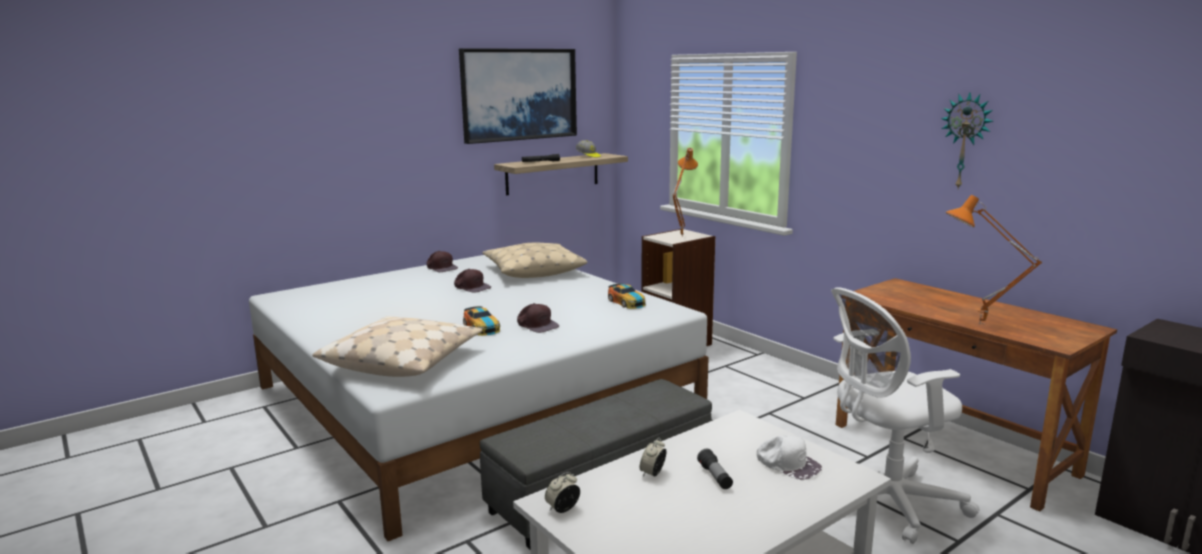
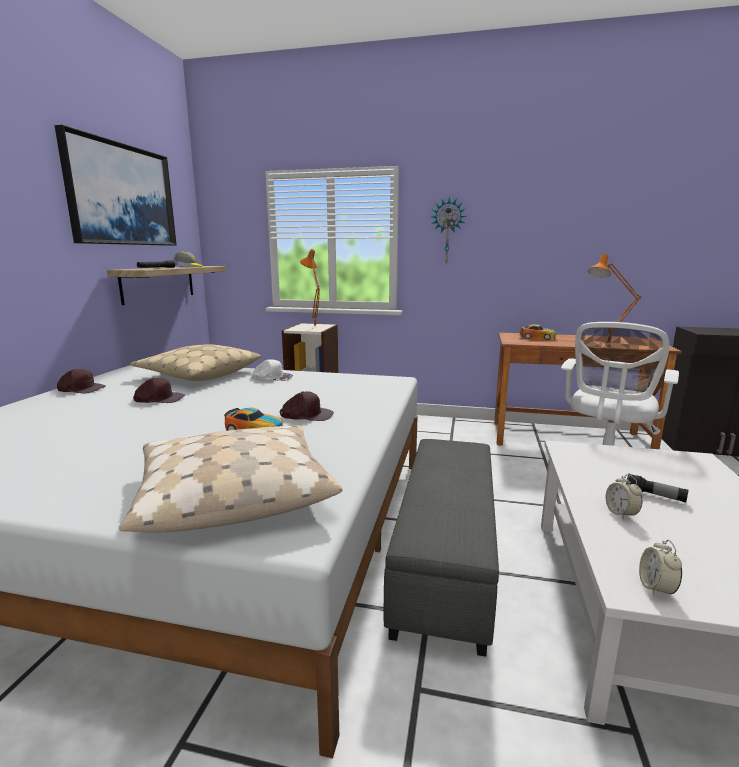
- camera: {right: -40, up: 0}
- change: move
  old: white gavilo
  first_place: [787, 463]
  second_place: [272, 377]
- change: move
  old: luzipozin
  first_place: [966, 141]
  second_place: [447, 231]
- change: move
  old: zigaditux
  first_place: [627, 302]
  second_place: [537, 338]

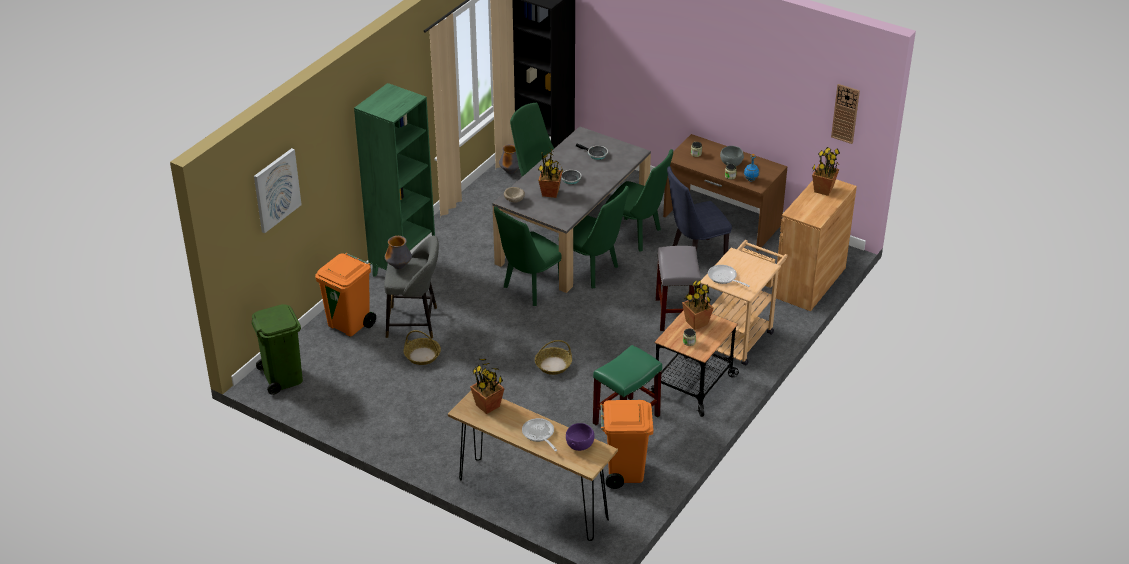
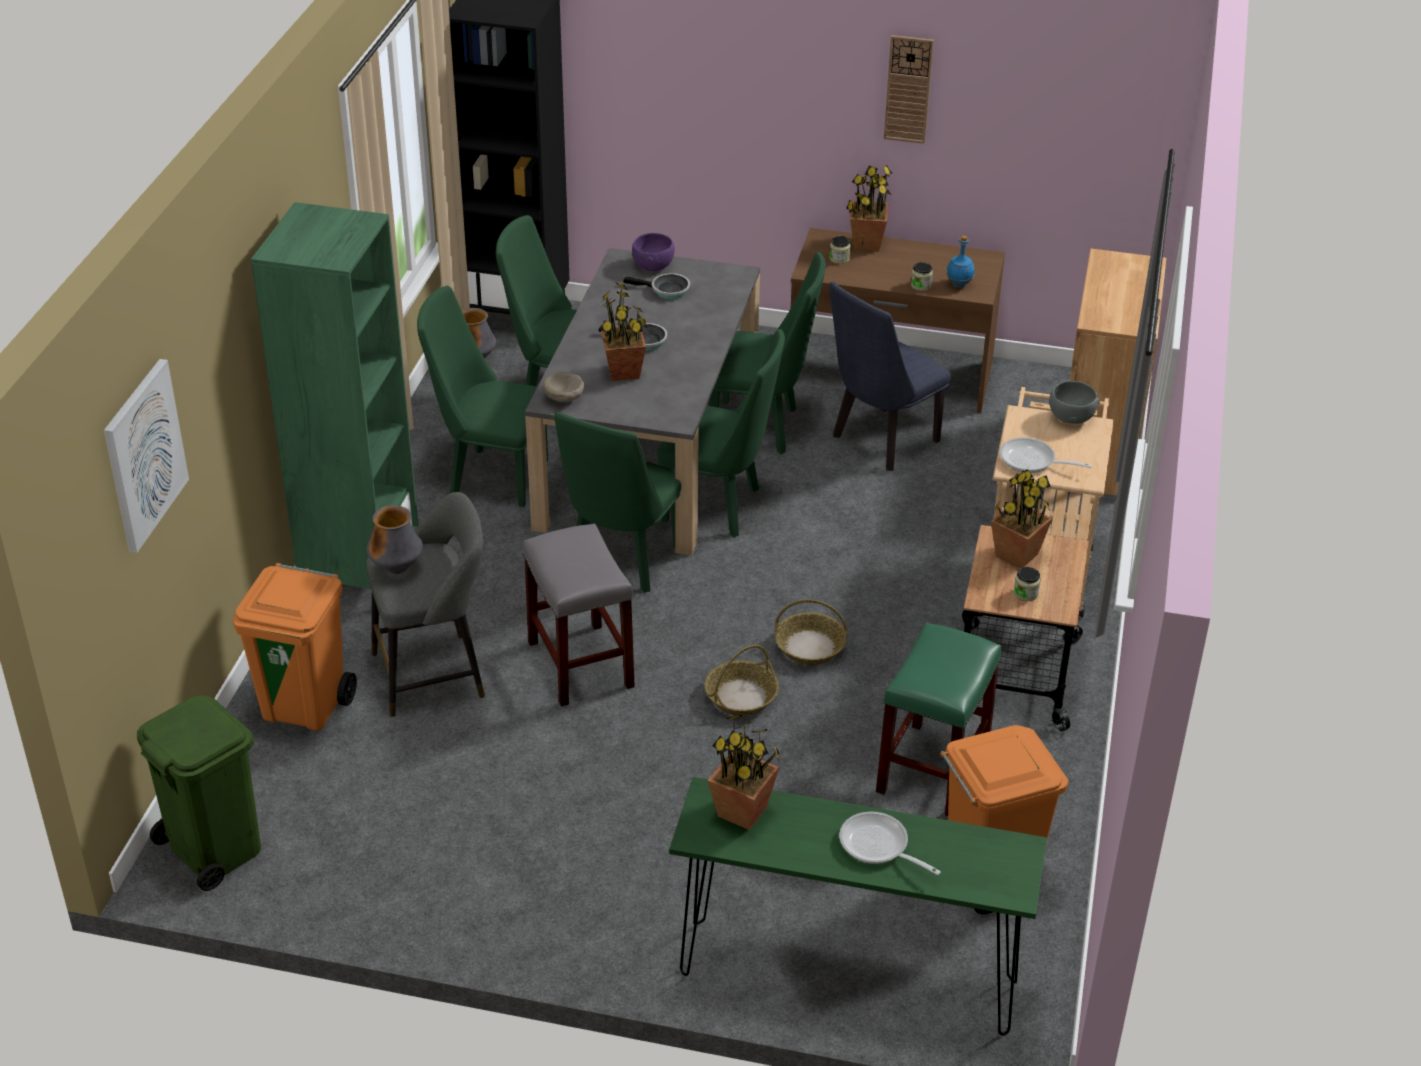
- camera: {right: -20, up: 0}
- change: insert
  new: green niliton
  second_place: [490, 476]
- change: move
  old: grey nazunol
  first_place: [677, 314]
  second_place: [581, 665]
- change: move
  old: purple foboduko
  first_place: [580, 445]
  second_place: [653, 266]
- change: recolor
  old: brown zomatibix
  new: green zomatibix
  first_place: [532, 499]
  second_place: [847, 978]
- change: move
  old: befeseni
  first_place: [422, 355]
  second_place: [809, 647]
- change: move
  old: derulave
  first_place: [823, 190]
  second_place: [866, 244]
- change: move
  old: luzipozin
  first_place: [845, 113]
  second_place: [908, 89]
- change: move
  old: grey foboduko
  first_place: [731, 163]
  second_place: [1070, 417]

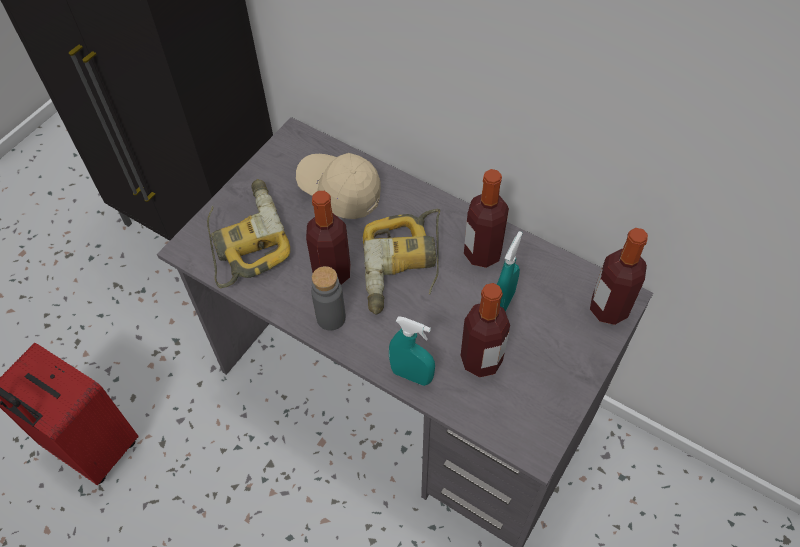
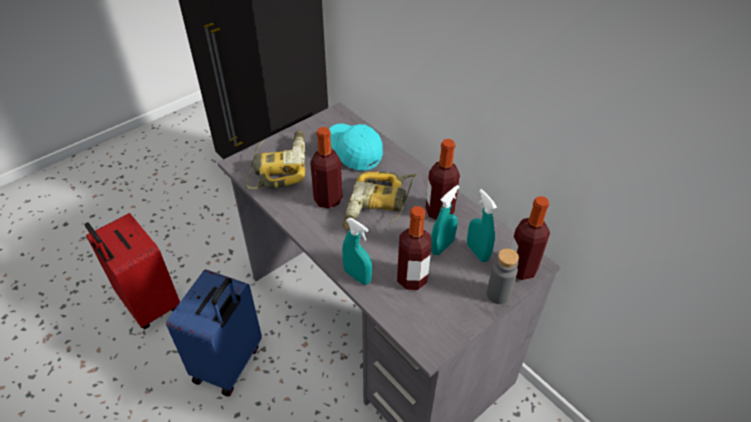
- camera: {right: 15, up: -10}
- change: insert
  new: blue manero
  second_place: [229, 364]
- change: recolor
  old: beige gavilo
  new: turquoise gavilo
  first_place: [339, 191]
  second_place: [353, 152]
- change: insert
  new: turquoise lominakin
  second_place: [477, 252]
- change: move
  old: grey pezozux
  first_place: [331, 318]
  second_place: [498, 294]

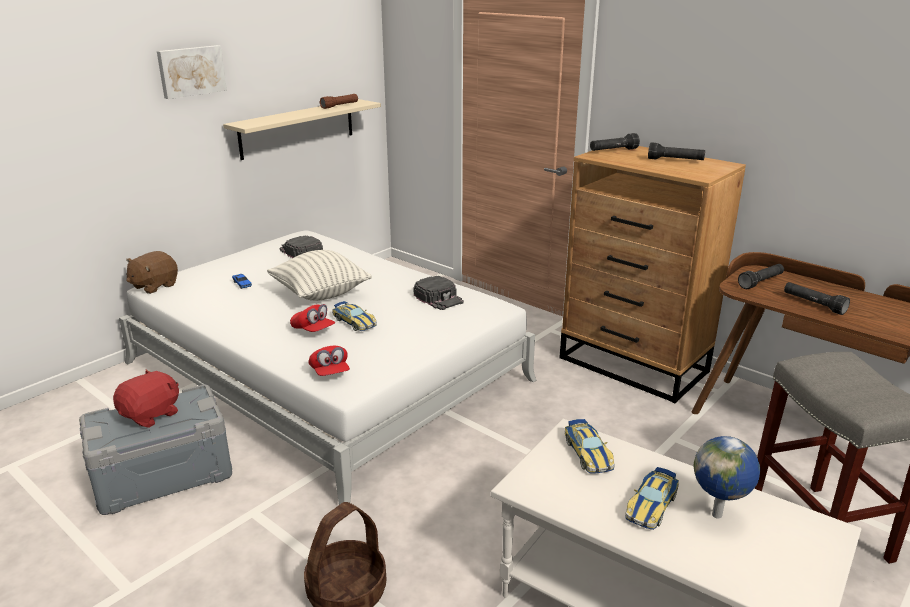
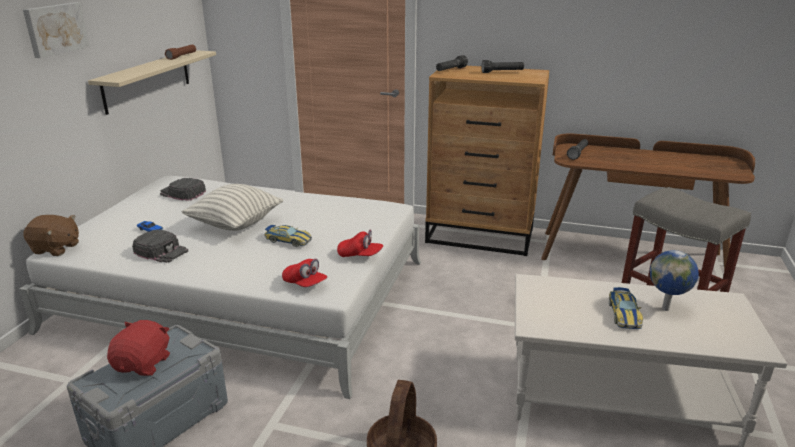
- camera: {right: -25, up: 0}
- change: rotate
  old: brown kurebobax
  first_place: [154, 286]
  second_place: [56, 248]
  degrees: -90
- change: move
  old: black gavilo
  first_place: [439, 298]
  second_place: [161, 251]
- change: move
  old: red gavilo
  first_place: [313, 330]
  second_place: [360, 255]
- change: delete
  old: zigaditux
  first_place: [588, 453]
- change: delete
  old: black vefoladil
  first_place: [813, 304]

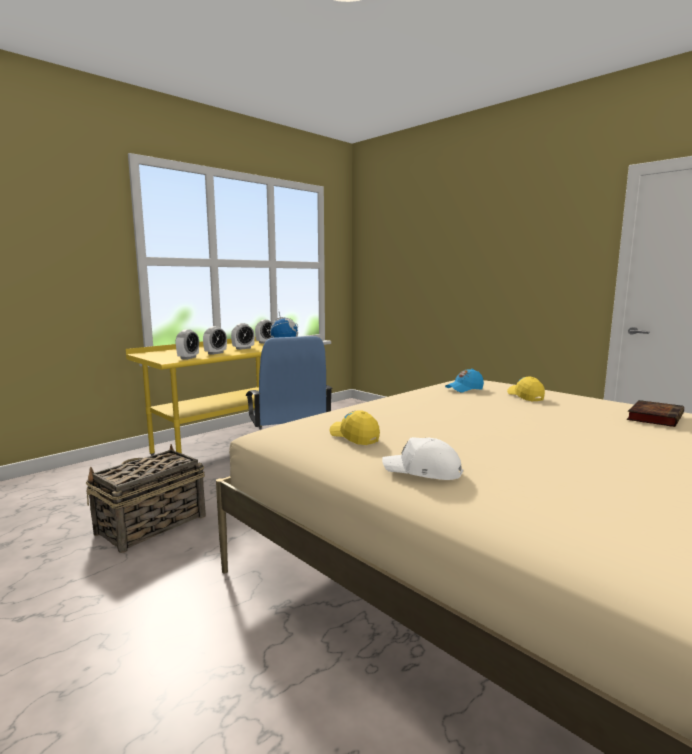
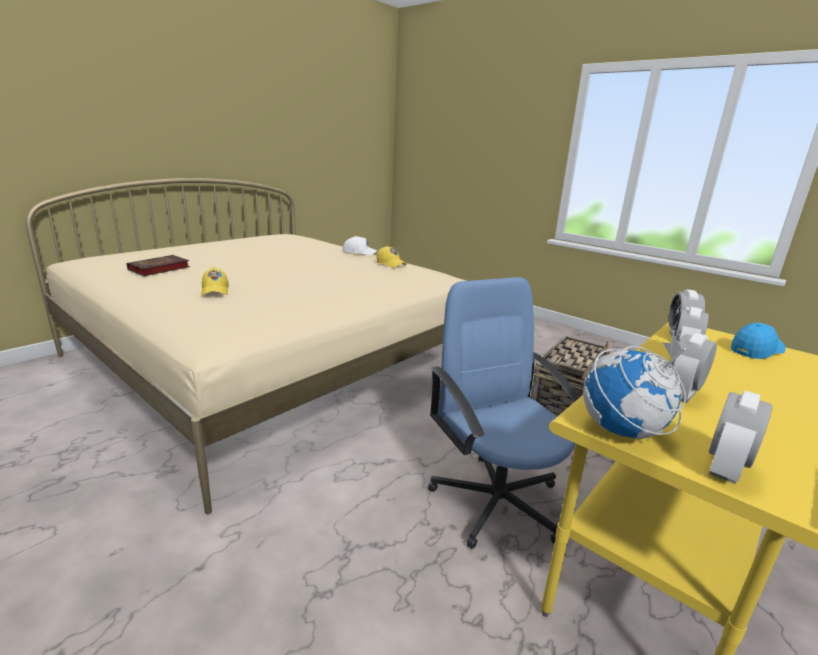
- camera: {right: 175, up: 10}
- change: move
  old: blue gavilo
  first_place: [464, 389]
  second_place: [756, 350]

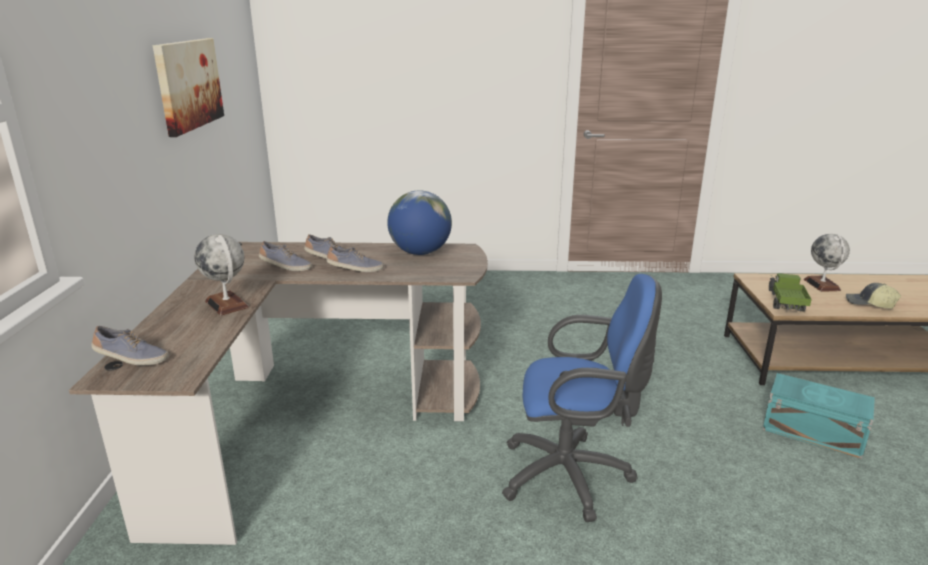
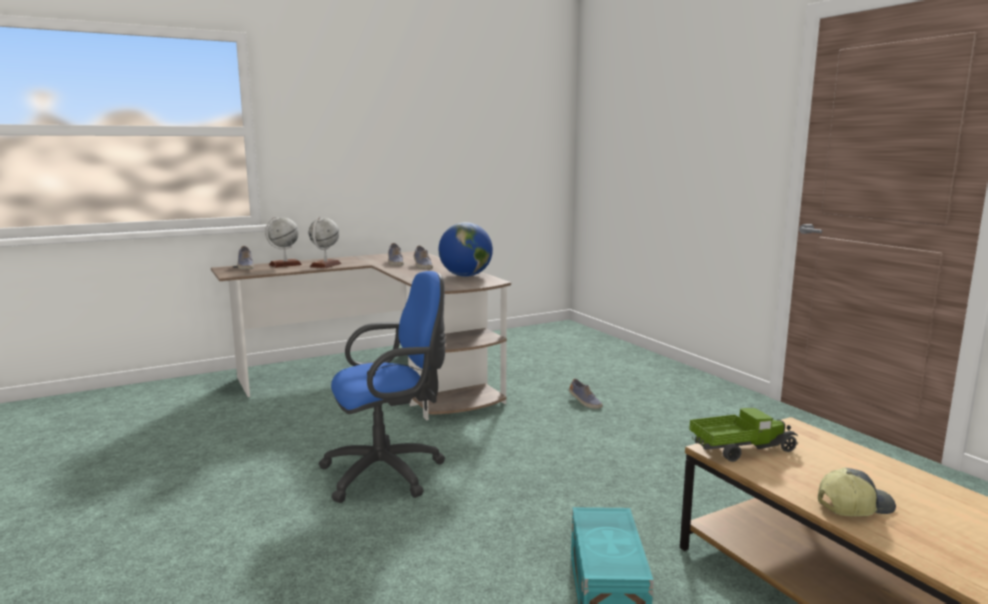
- camera: {right: 60, up: -10}
- change: move
  old: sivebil
  first_place: [822, 285]
  second_place: [285, 264]
- change: rotate
  old: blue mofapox
  first_place: [572, 476]
  second_place: [389, 472]
  degrees: -90
- change: move
  old: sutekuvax
  first_place: [355, 269]
  second_place: [584, 402]
- change: rotate
  old: gavilo
  first_place: [869, 304]
  second_place: [853, 506]
  degrees: 75
- change: delete
  old: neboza
  first_place: [188, 84]

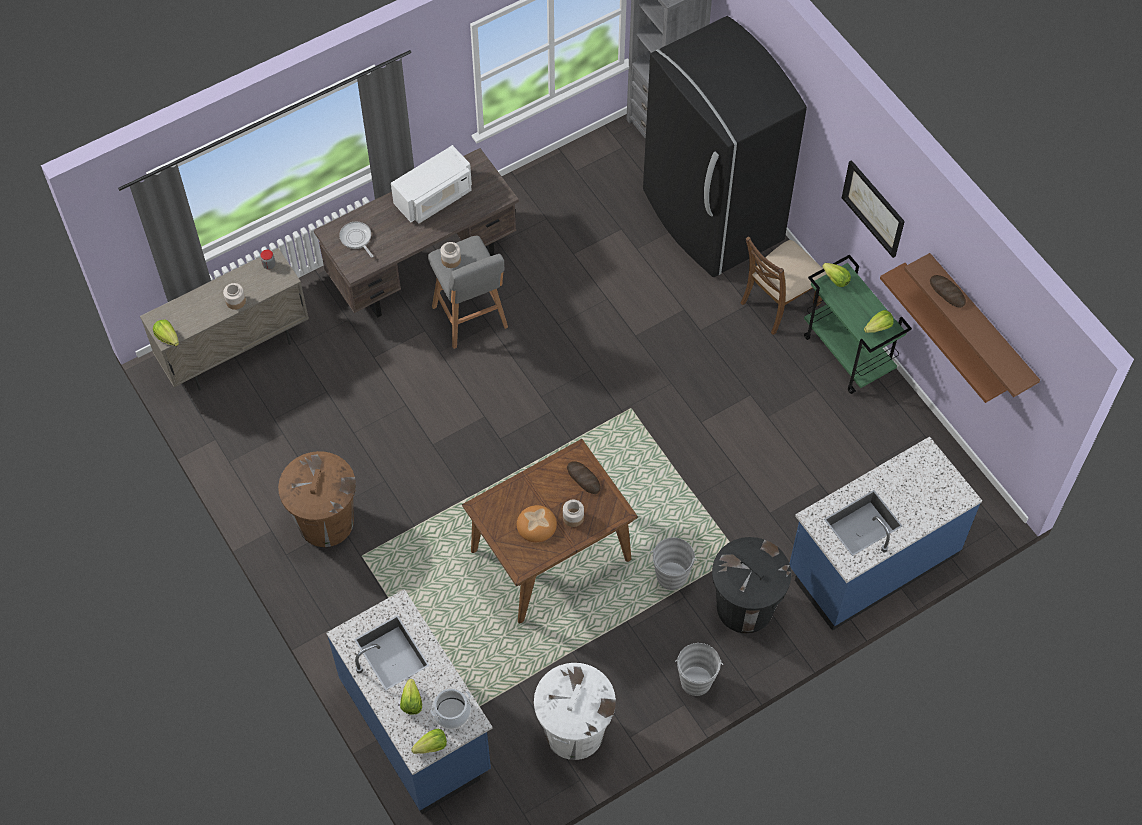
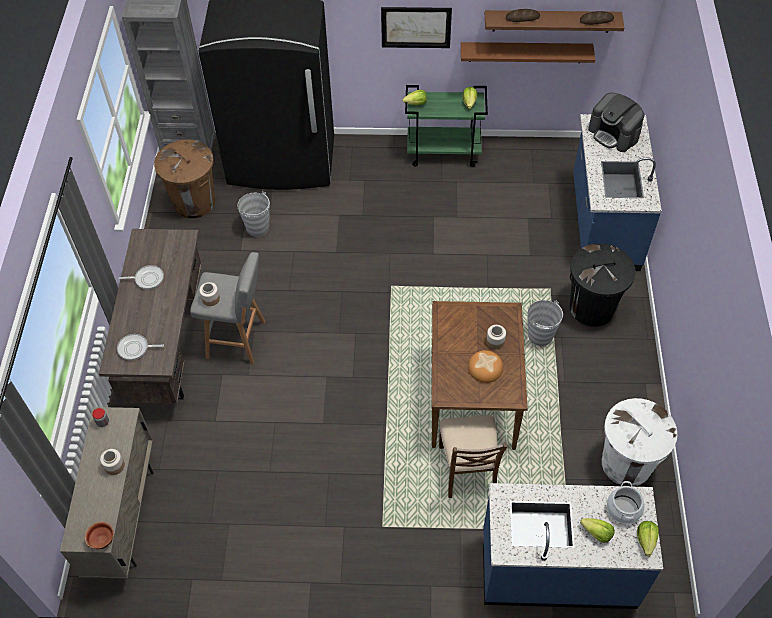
- camera: {right: -55, up: -5}
- change: replace
  old: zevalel
  new: foboduko
  first_place: [168, 337]
  second_place: [102, 539]
- change: replace
  old: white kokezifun
  new: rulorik
  first_place: [434, 197]
  second_place: [147, 279]
- change: move
  old: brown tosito
  first_place: [325, 522]
  second_place: [194, 202]
- change: move
  old: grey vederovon
  first_place: [695, 681]
  second_place: [258, 227]
- change: move
  old: brown niliton
  first_place: [779, 302]
  second_place: [468, 469]
- change: move
  old: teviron
  first_place: [583, 479]
  second_place: [596, 20]
- change: insert
  new: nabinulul
  second_place: [614, 134]

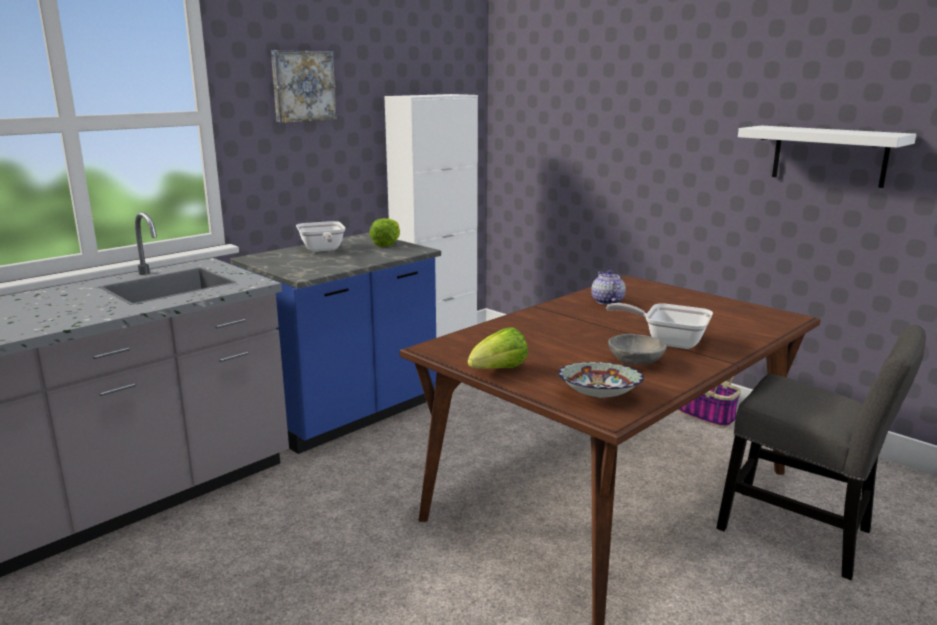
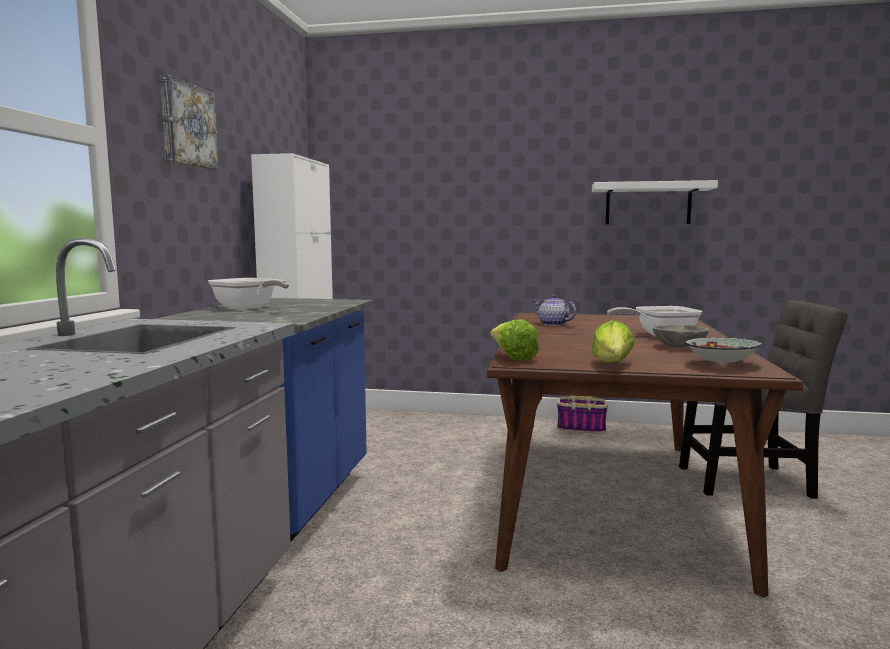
- camera: {right: -35, up: -10}
- change: move
  old: zevalel
  first_place: [387, 244]
  second_place: [512, 358]

